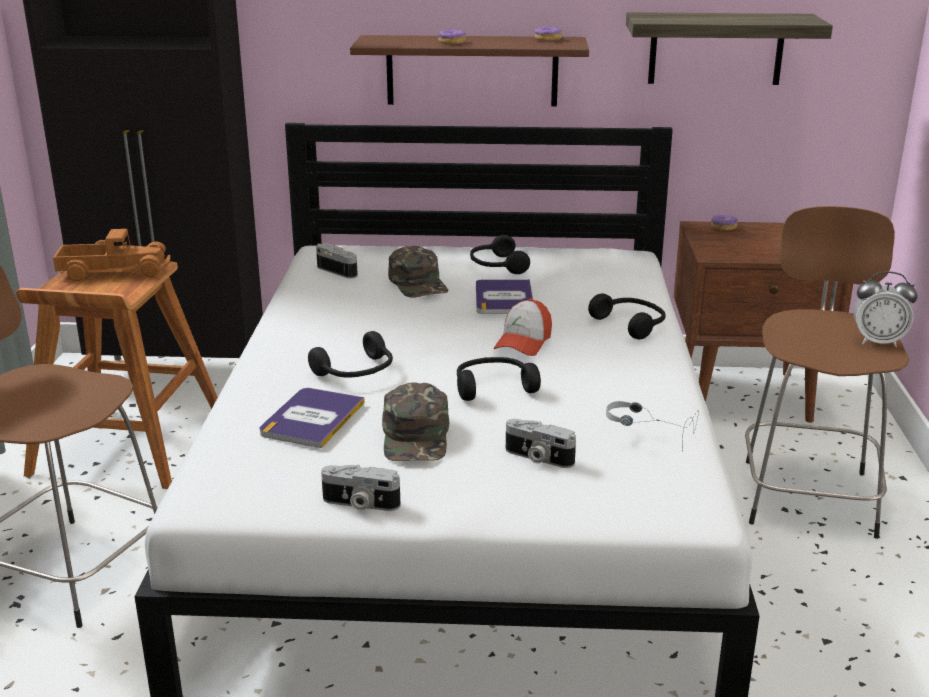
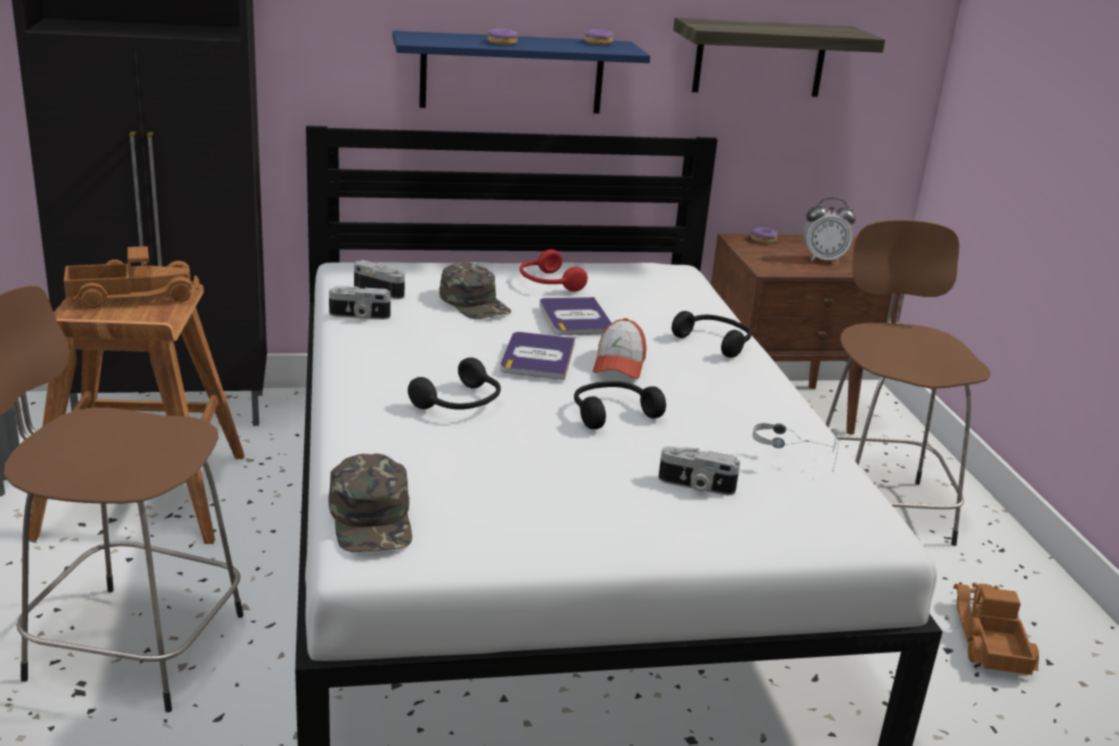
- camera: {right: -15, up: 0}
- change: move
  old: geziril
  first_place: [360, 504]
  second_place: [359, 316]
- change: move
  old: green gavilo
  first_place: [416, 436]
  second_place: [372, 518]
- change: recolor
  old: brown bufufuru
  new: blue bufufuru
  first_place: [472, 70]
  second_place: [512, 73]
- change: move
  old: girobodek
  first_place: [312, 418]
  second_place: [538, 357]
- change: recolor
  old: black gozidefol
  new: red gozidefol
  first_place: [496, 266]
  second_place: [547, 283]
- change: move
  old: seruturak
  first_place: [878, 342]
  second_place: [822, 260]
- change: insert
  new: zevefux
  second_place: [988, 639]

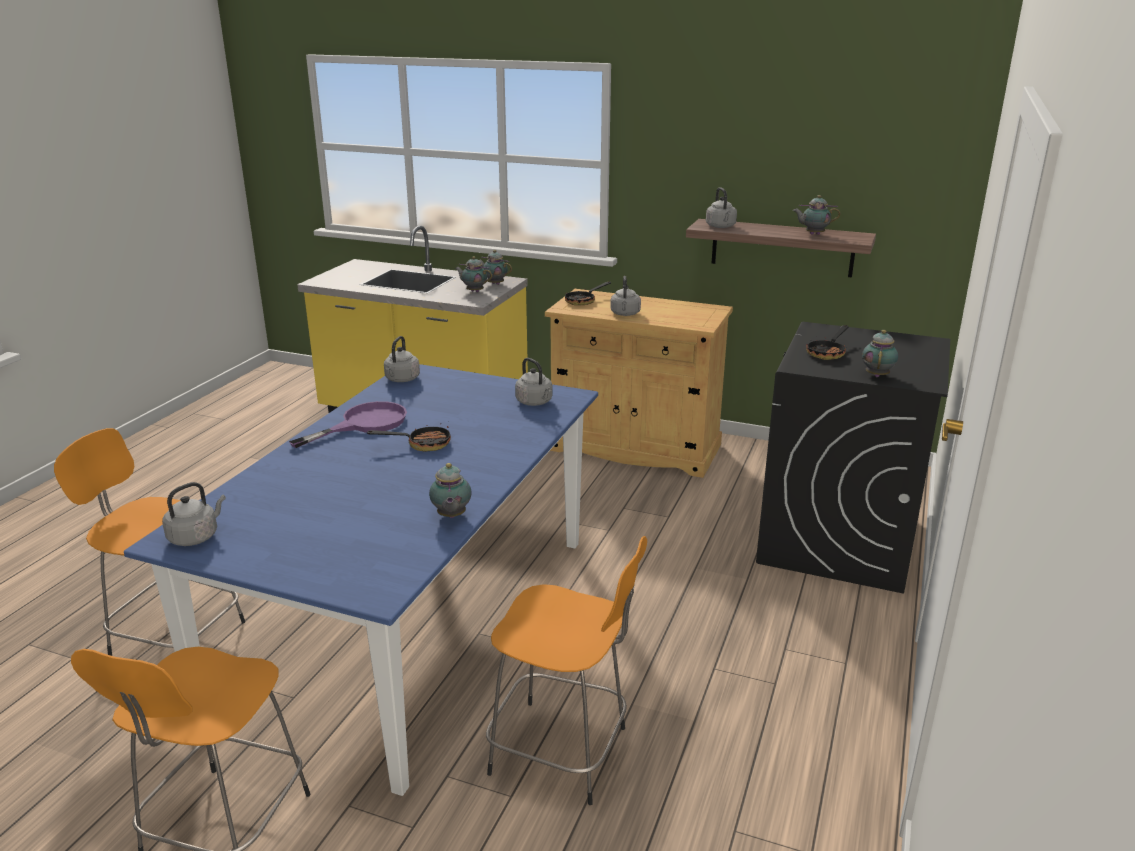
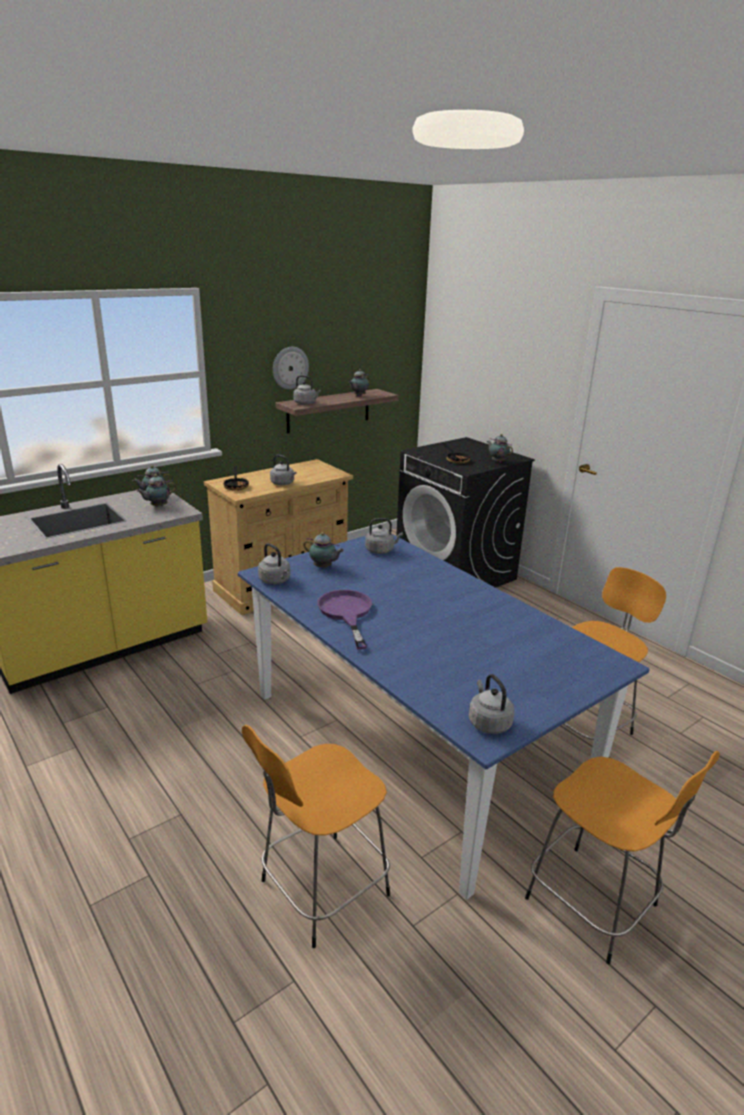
- camera: {right: -60, up: 0}
- change: insert
  new: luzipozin
  second_place: [290, 367]
- change: move
  old: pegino
  first_place: [451, 516]
  second_place: [323, 567]
- change: delete
  old: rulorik
  first_place: [422, 444]

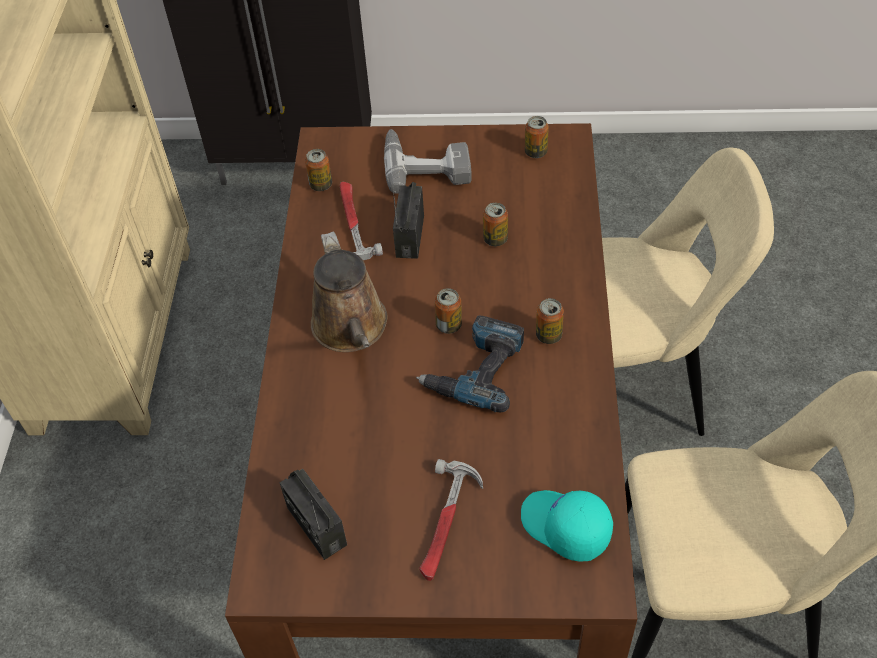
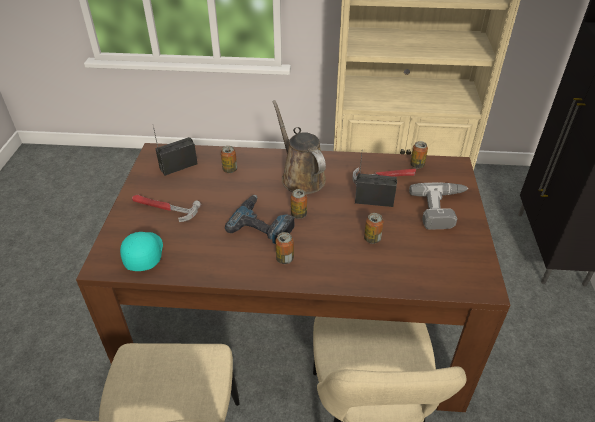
- camera: {right: 90, up: -10}
- change: rotate
  old: turquoise gavilo
  first_place: [564, 528]
  second_place: [143, 254]
  degrees: -45
- change: move
  old: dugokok
  first_place: [535, 152]
  second_place: [230, 170]
- change: rotate
  old: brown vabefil
  first_place: [351, 328]
  second_place: [300, 177]
  degrees: 75

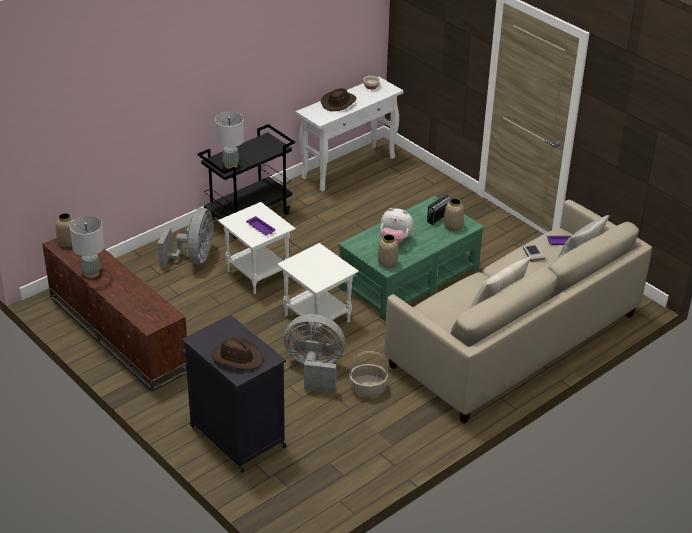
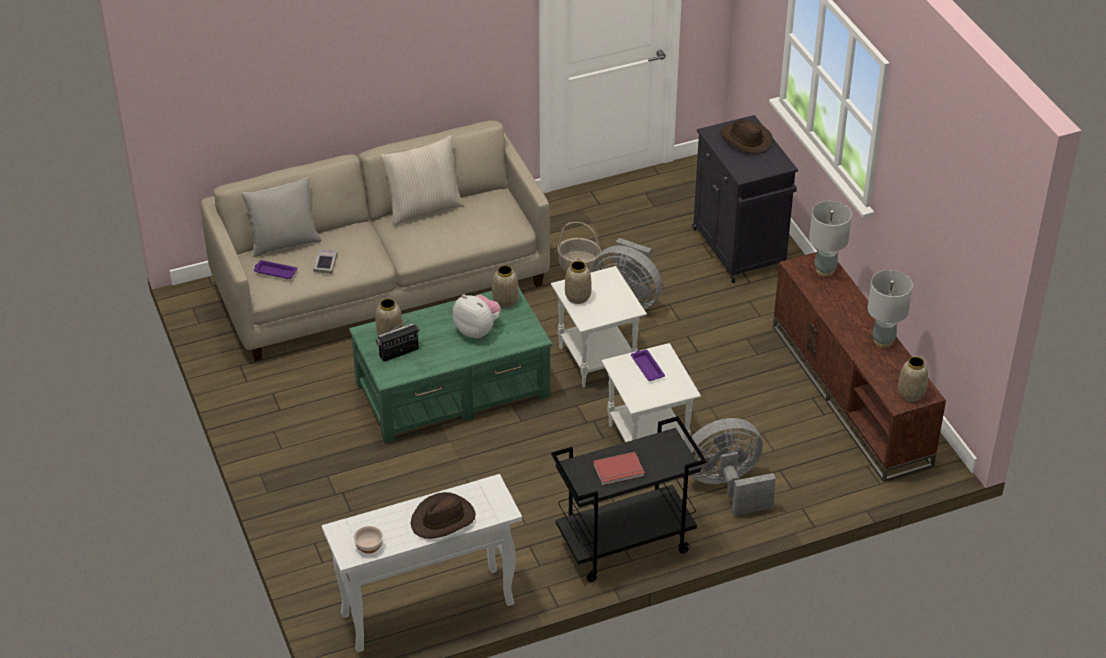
- camera: {right: -160, up: 5}
- change: insert
  new: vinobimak
  second_place: [578, 297]
- change: insert
  new: red girobodek
  second_place: [619, 471]
- change: rotate
  old: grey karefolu
  first_place: [194, 258]
  second_place: [727, 486]
  degrees: 45
- change: move
  old: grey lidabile
  first_place: [231, 165]
  second_place: [825, 270]

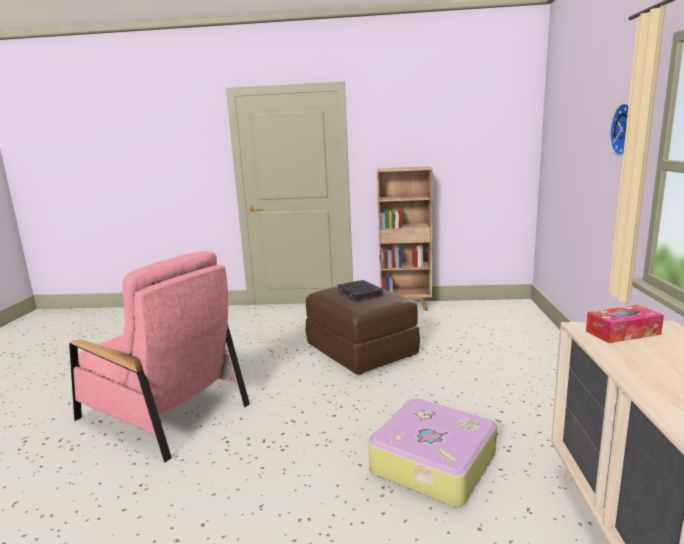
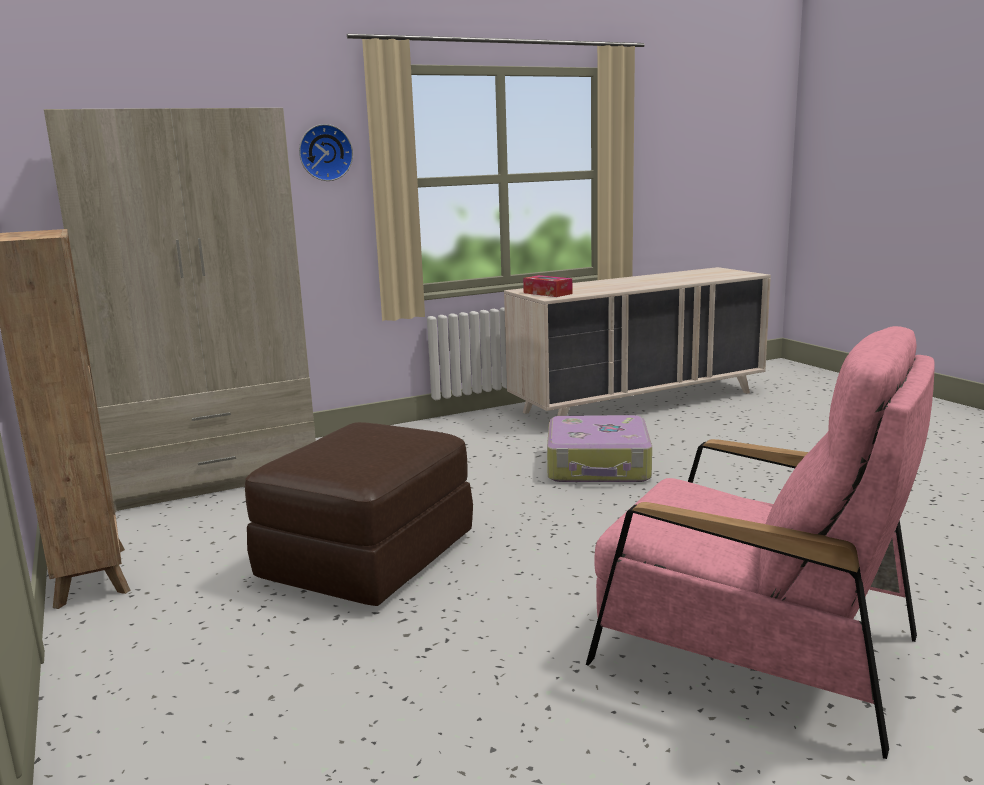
- camera: {right: -120, up: 0}
- change: insert
  new: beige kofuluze
  second_place: [213, 475]
- change: rotate
  old: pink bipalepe
  first_place: [162, 412]
  second_place: [752, 650]
  degrees: 120
- change: delete
  old: girobodek
  first_place: [359, 294]

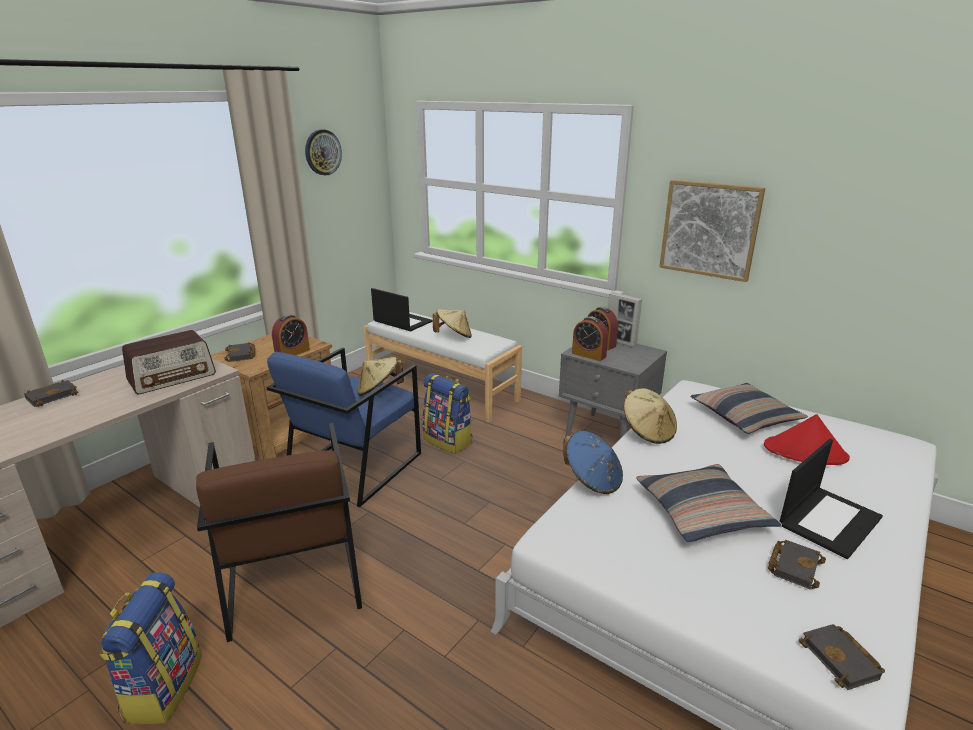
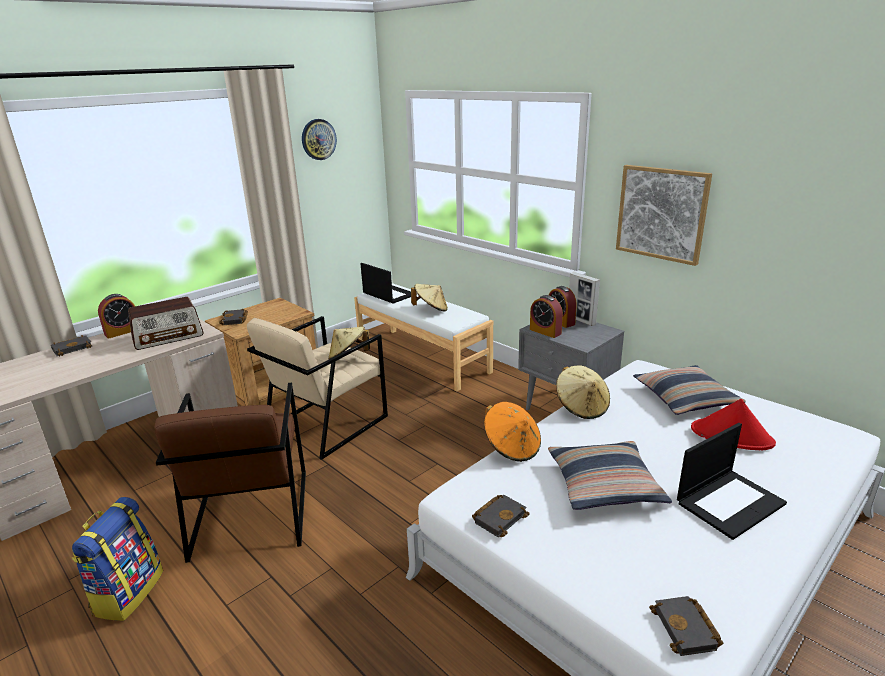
- camera: {right: 10, up: 0}
- change: move
  old: seruturak
  first_place: [292, 353]
  second_place: [123, 331]
- change: recolor
  old: blue bipalepe
  new: beige bipalepe
  first_place: [354, 465]
  second_place: [326, 423]
- change: move
  old: black girobodek
  first_place: [793, 566]
  second_place: [499, 517]
- change: recolor
  old: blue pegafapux
  new: orange pegafapux
  first_place: [592, 479]
  second_place: [512, 447]
- change: delete
  old: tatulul
  first_place: [448, 441]

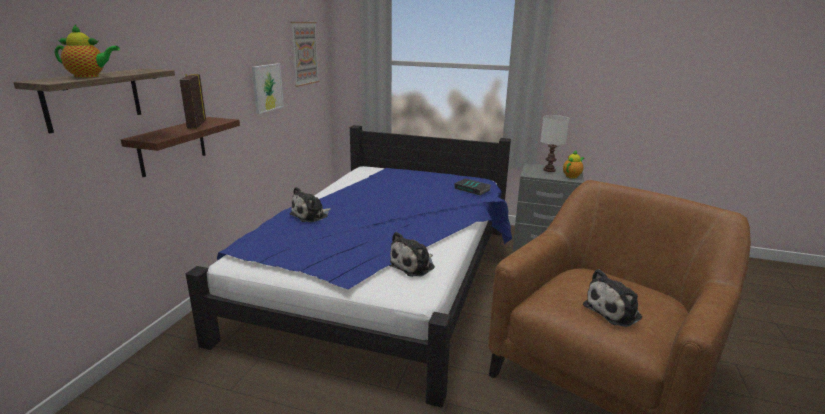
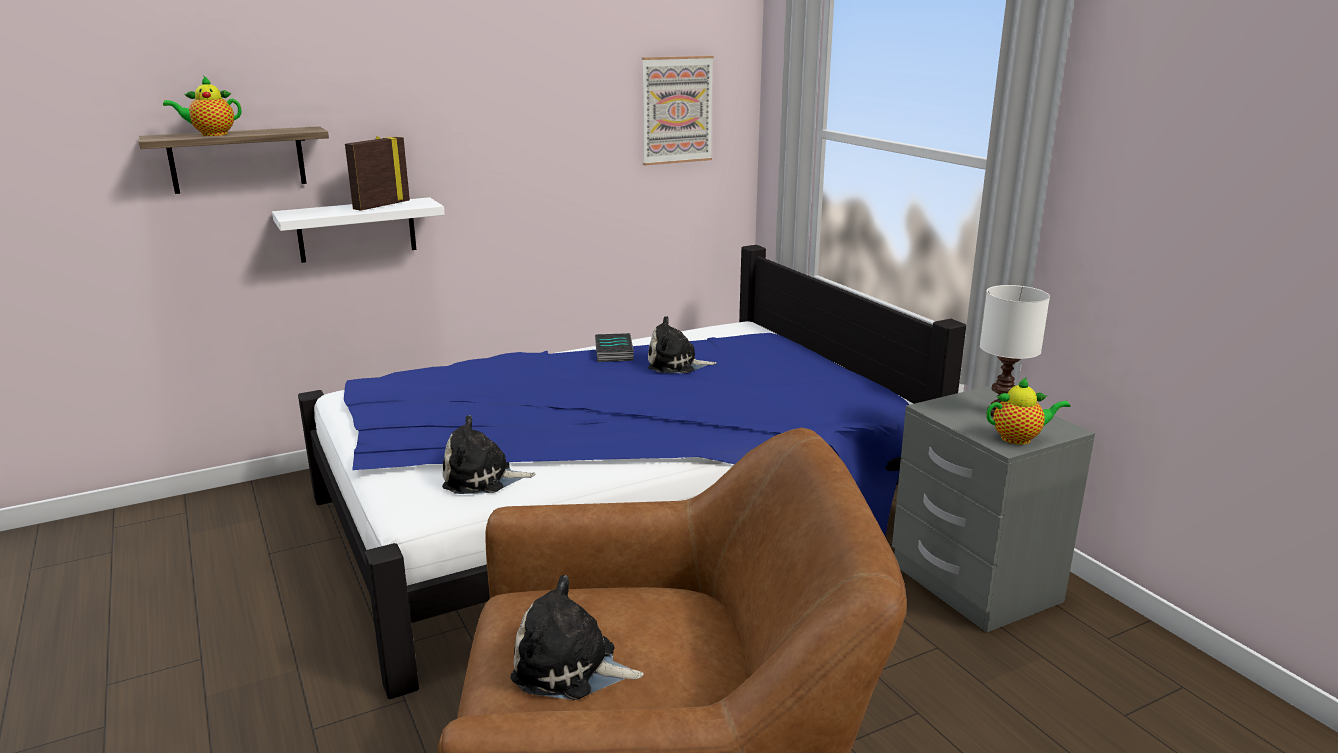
- camera: {right: 45, up: 0}
- change: rotate
  old: pegino
  first_place: [89, 76]
  second_place: [211, 134]
  degrees: 120
- change: recolor
  old: brown bufufuru
  new: white bufufuru
  first_place: [172, 146]
  second_place: [357, 230]
- change: move
  old: girobodek
  first_place: [472, 189]
  second_place: [615, 352]
- change: move
  old: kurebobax
  first_place: [311, 215]
  second_place: [676, 365]
- change: delete
  old: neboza
  first_place: [267, 87]

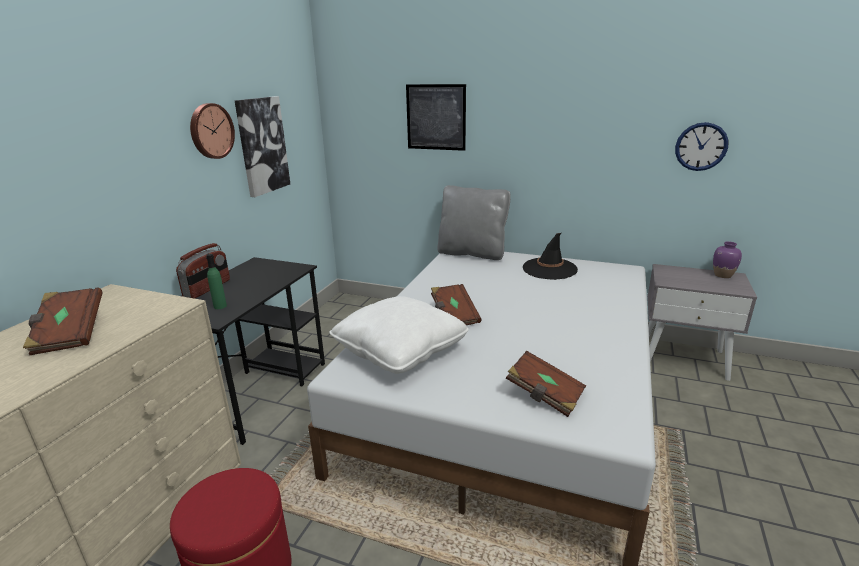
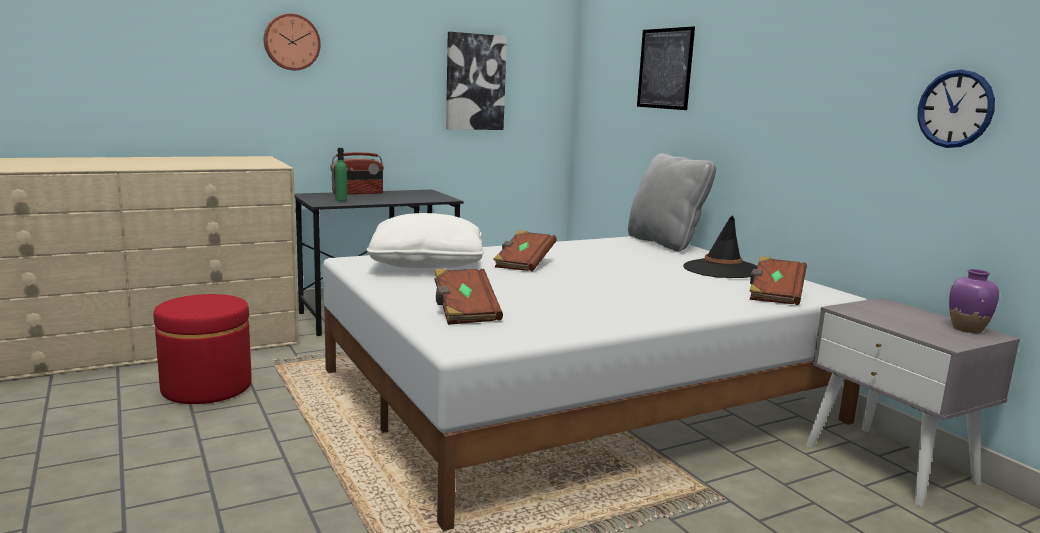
- camera: {right: 40, up: -10}
- change: move
  old: luzipozin
  first_place: [210, 131]
  second_place: [291, 42]
- change: move
  old: brown girobodek
  first_place: [69, 334]
  second_place: [774, 295]

